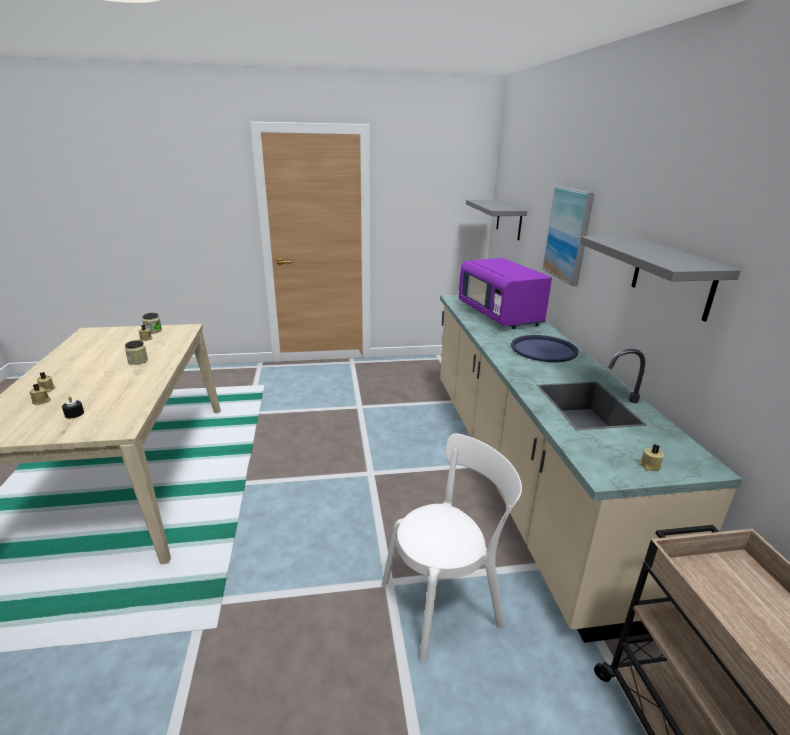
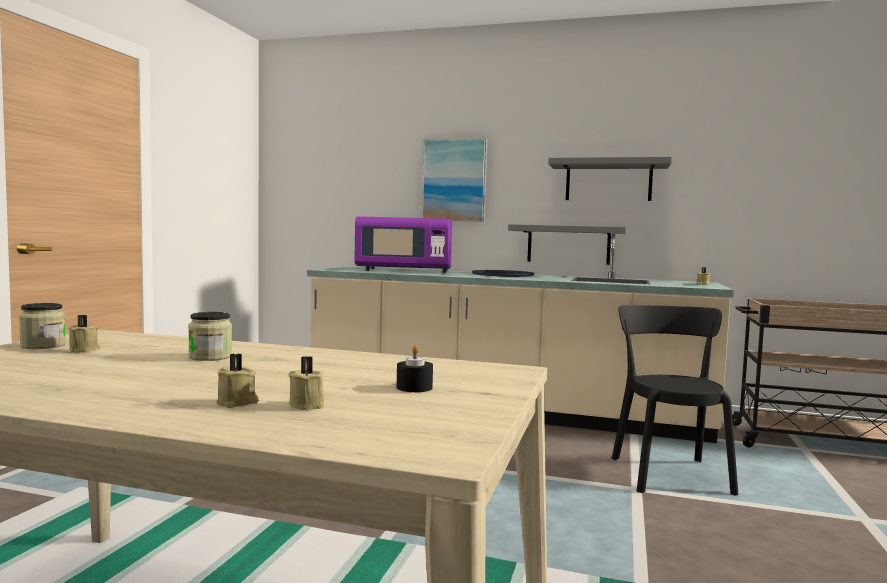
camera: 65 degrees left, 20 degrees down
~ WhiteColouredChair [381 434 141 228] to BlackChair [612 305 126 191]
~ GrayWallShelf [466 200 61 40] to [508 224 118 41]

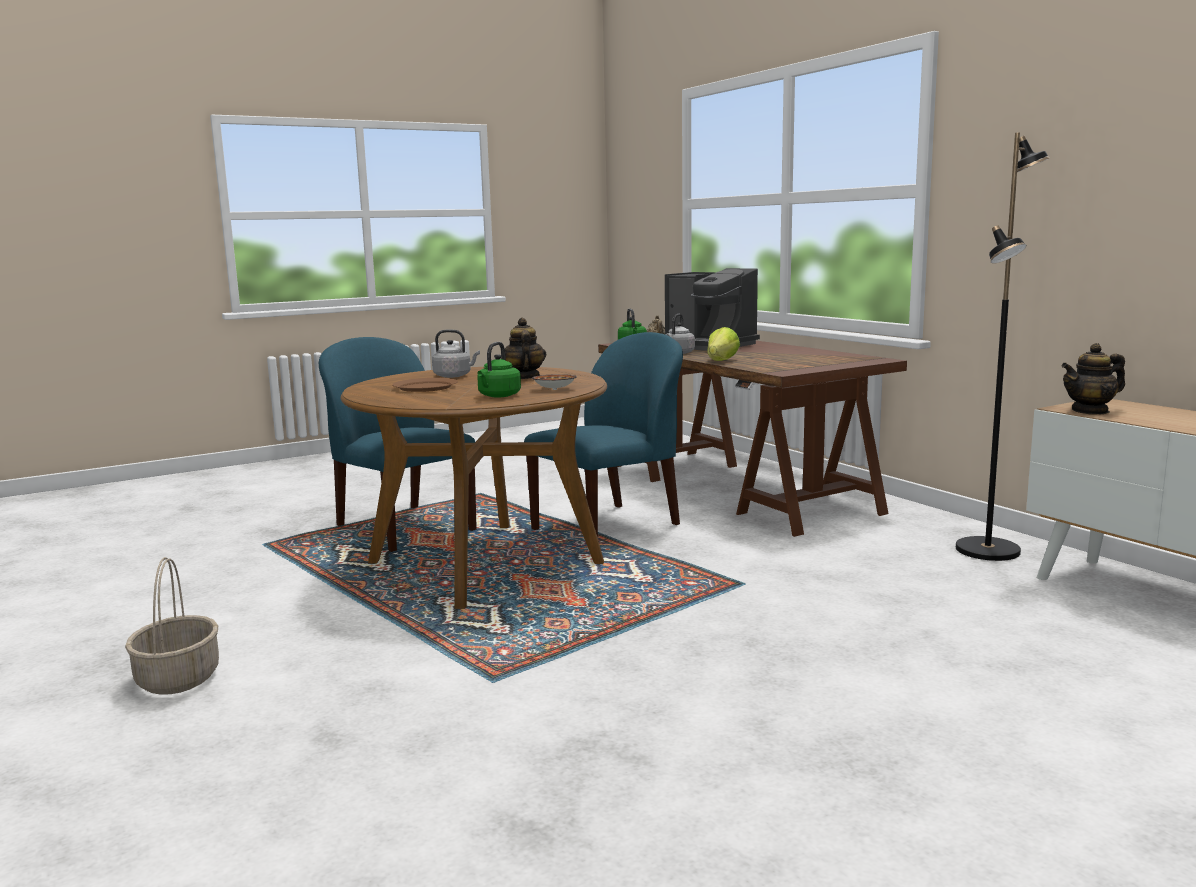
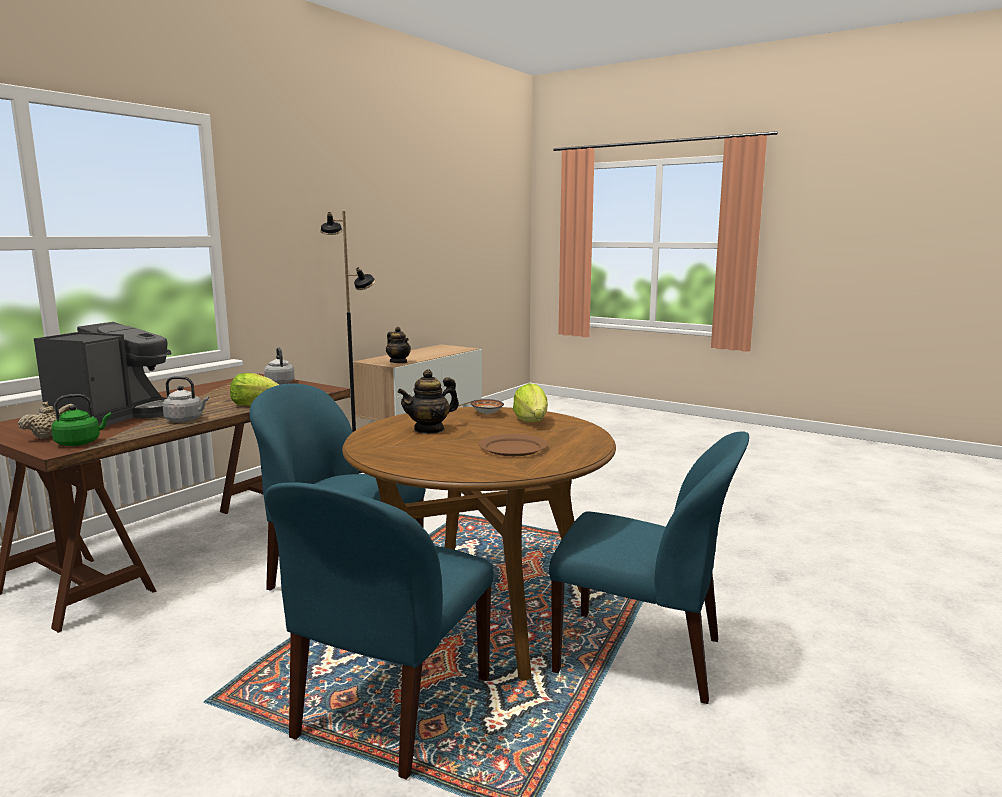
camera: 115 degrees left, 0 degrees up
- StorageBasket [125 557 94 138]
~ GrayTeaKettle [432 330 48 48] to [264 347 31 38]
~ GreenColouredTeaKettle [477 342 44 56] to HeadOfLettuce [513 383 35 39]
+ BlueColouredChair [549 431 200 273]

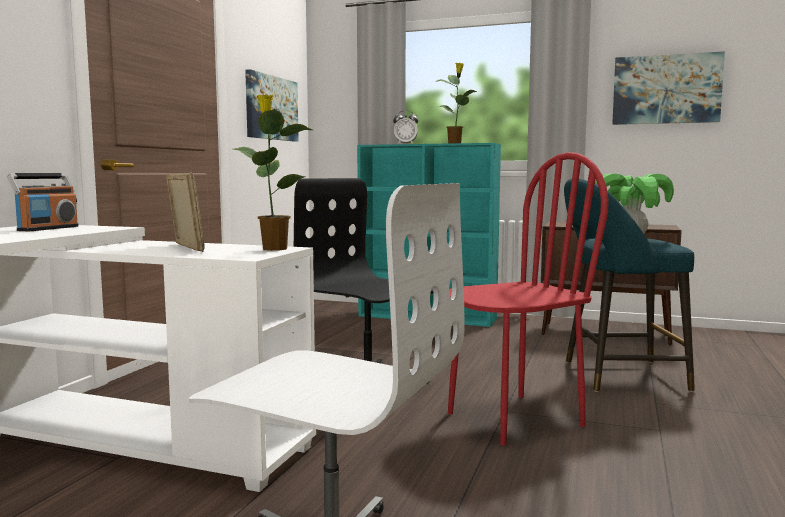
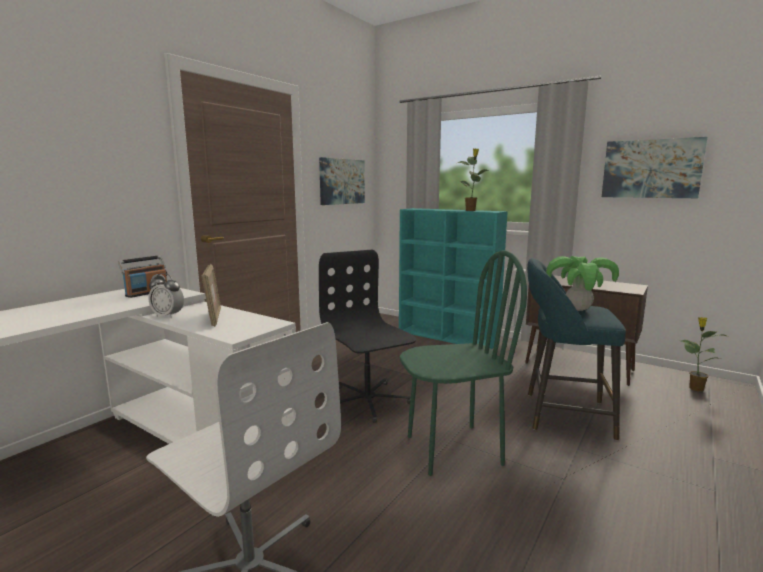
camera: 15 degrees right, 5 degrees up
~ PlantInAPot [233 94 80 157] to [681 317 47 75]
~ TableClock [393 110 26 34] to [148 273 36 45]
~ RedChair [448 152 161 294] to GreenColouredChair [400 250 127 226]

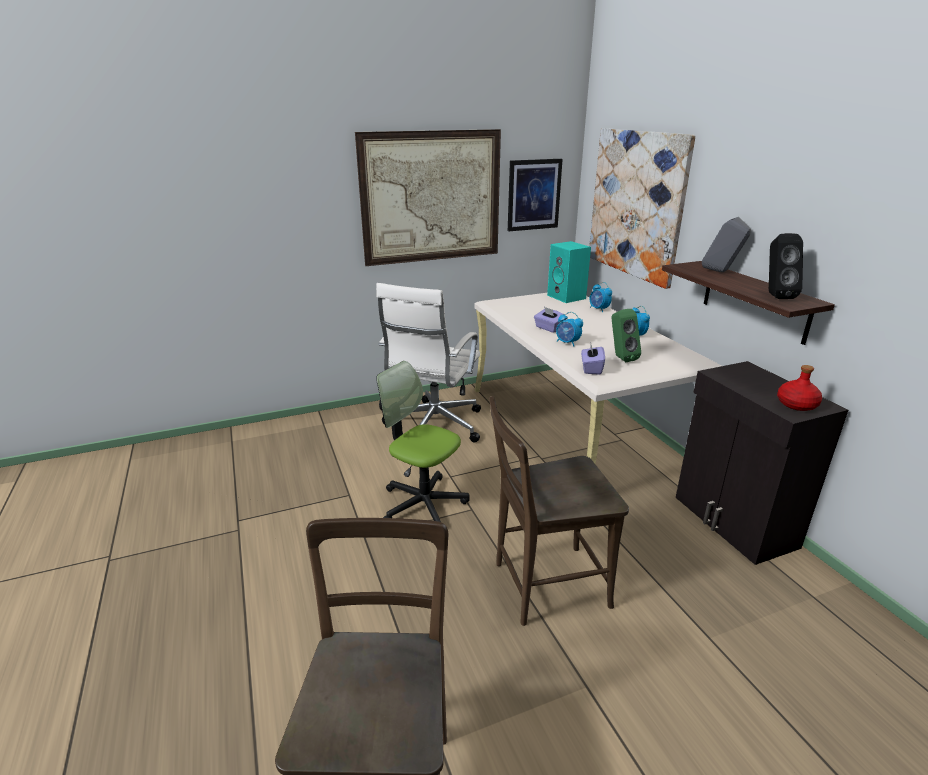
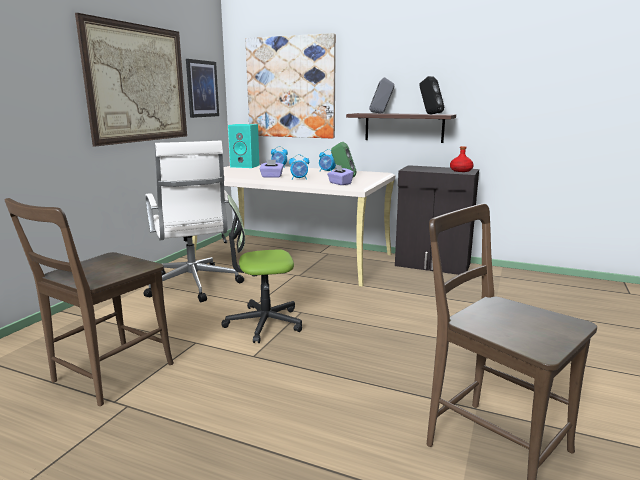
camera: 45 degrees left, 10 degrees down
~ BrownChair [489 396 140 230] to [5 198 169 208]

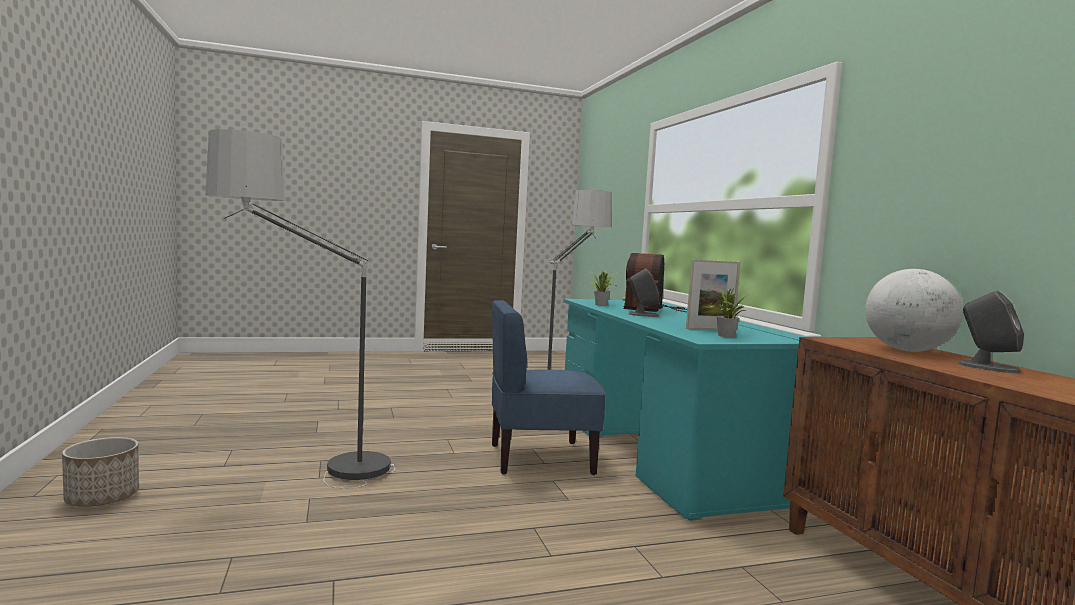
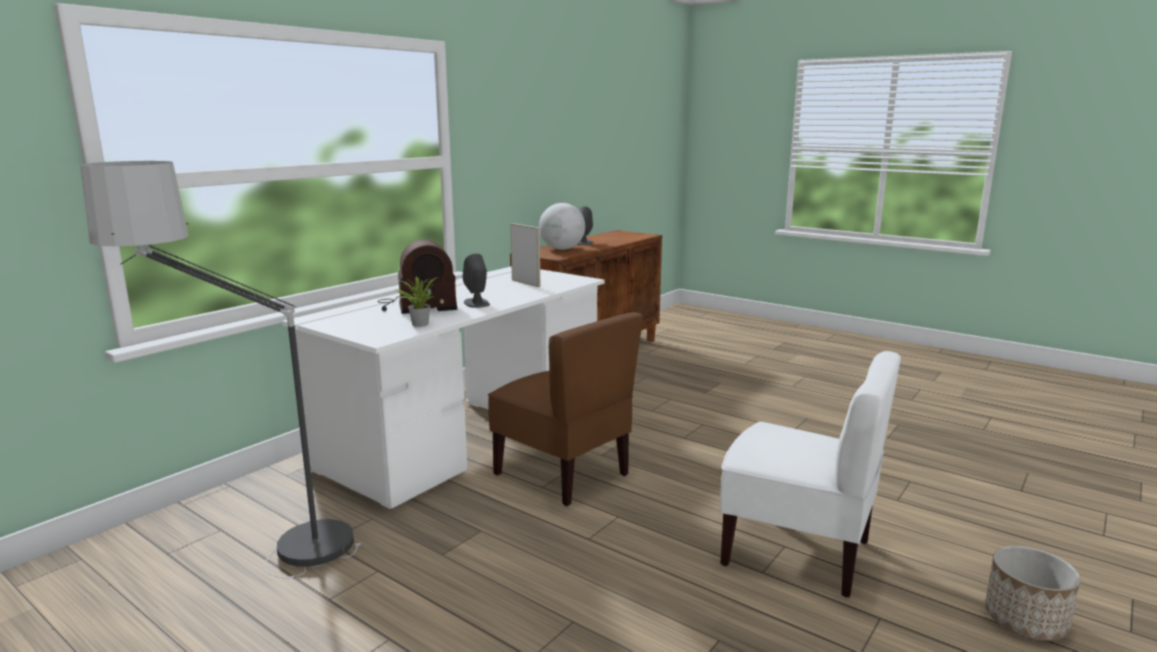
camera: 125 degrees left, 10 degrees up
~ StandardLamp [205 129 190 360] to WhiteColouredChair [720 351 181 247]
~ BlueColouredChair [492 300 114 175] to BrownChair [488 312 155 194]
~ TurquoiseDeskUnit [563 299 242 222] to WhiteColouredDeskUnit [282 266 322 243]
- PlantInAPot [707 287 41 51]

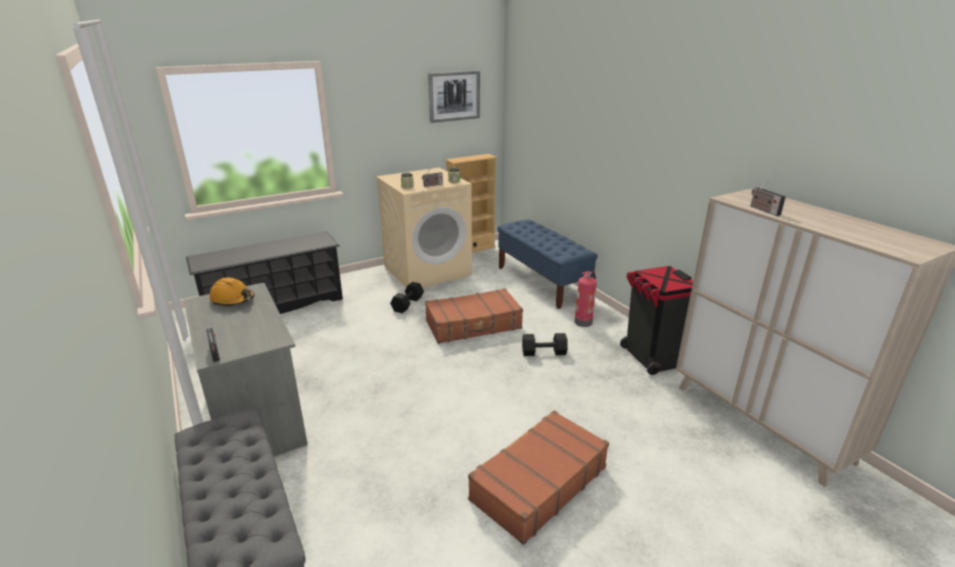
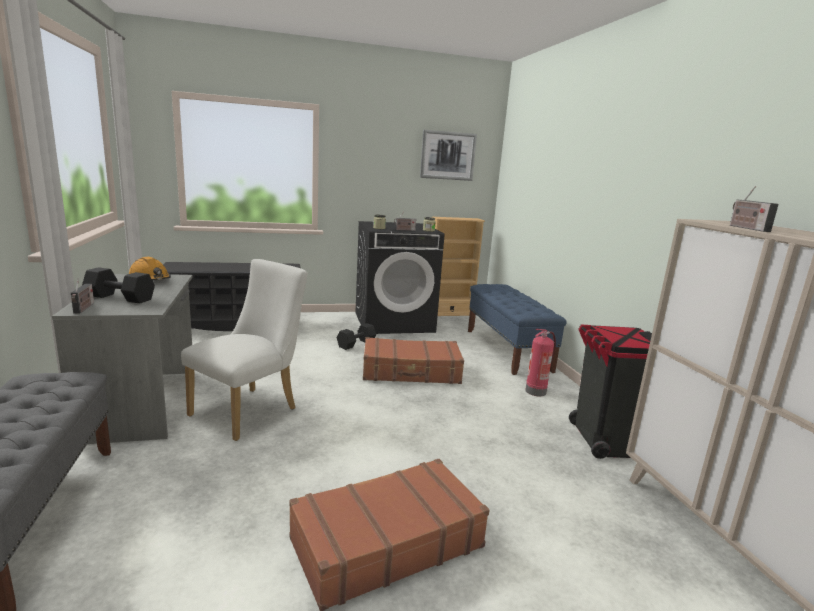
camera: 15 degrees right, 10 degrees down
~ BeigeColouredLaundryMachine [376 167 96 121] to BlackLaundryMachine [355 221 90 113]
~ BlackDumbbell [522 333 46 23] to [82 267 73 36]
+ WhiteColouredChair [181 259 126 182]

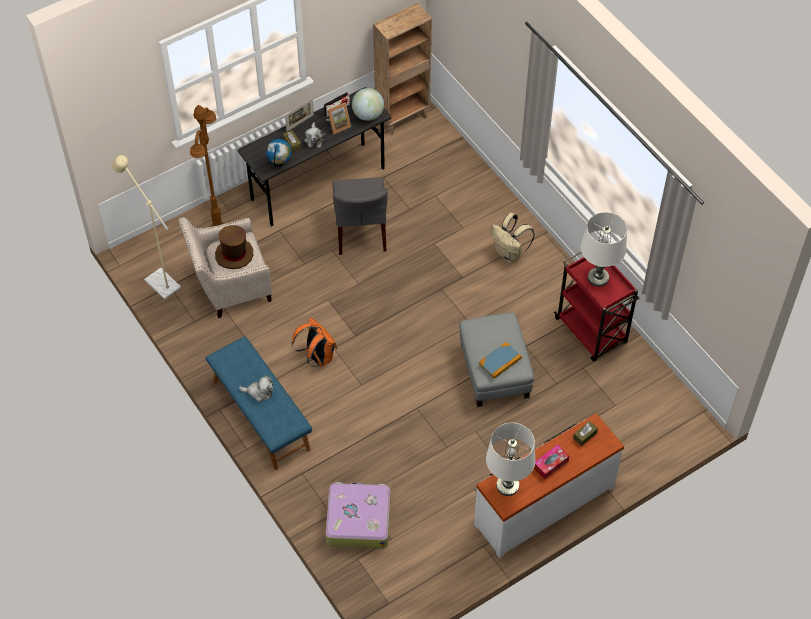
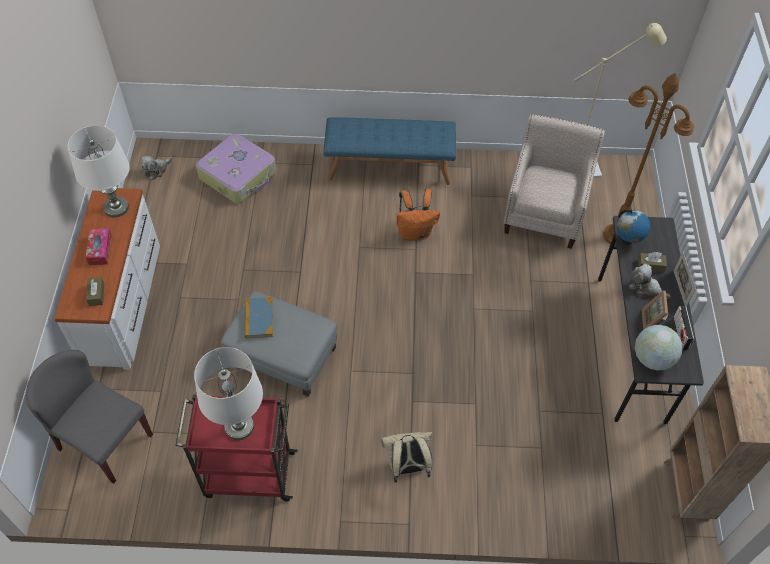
camera: 125 degrees right, 0 degrees up
- BrownClothingHat [215 225 38 44]
~ PlushToy [239 376 34 26] to [141 156 32 24]
~ GrayChair [332 177 56 78] to [26 350 127 134]

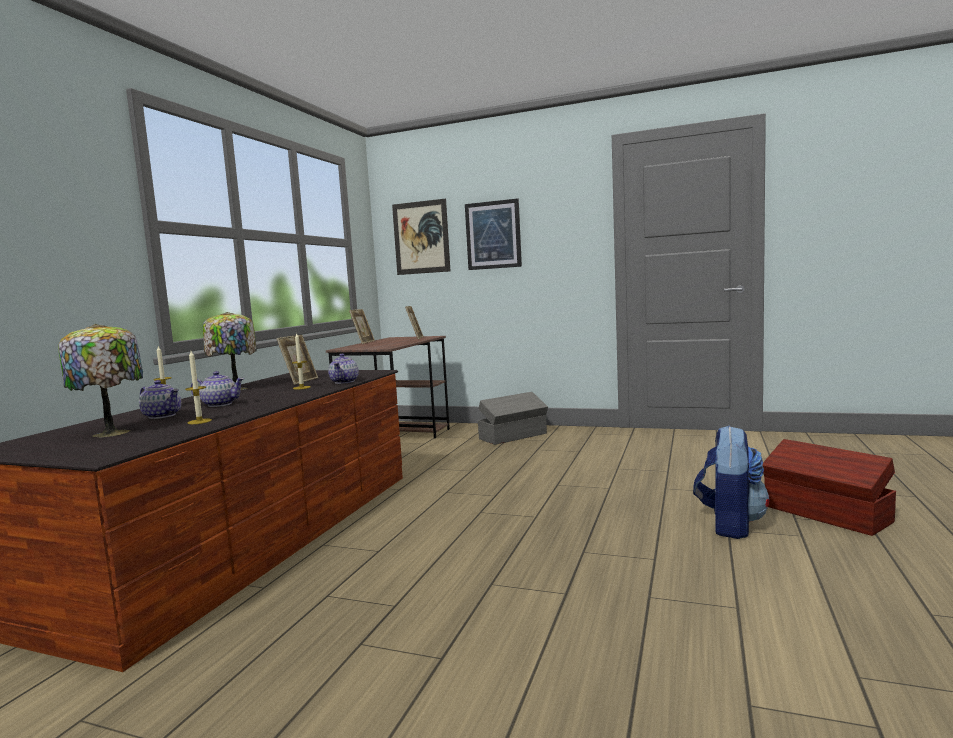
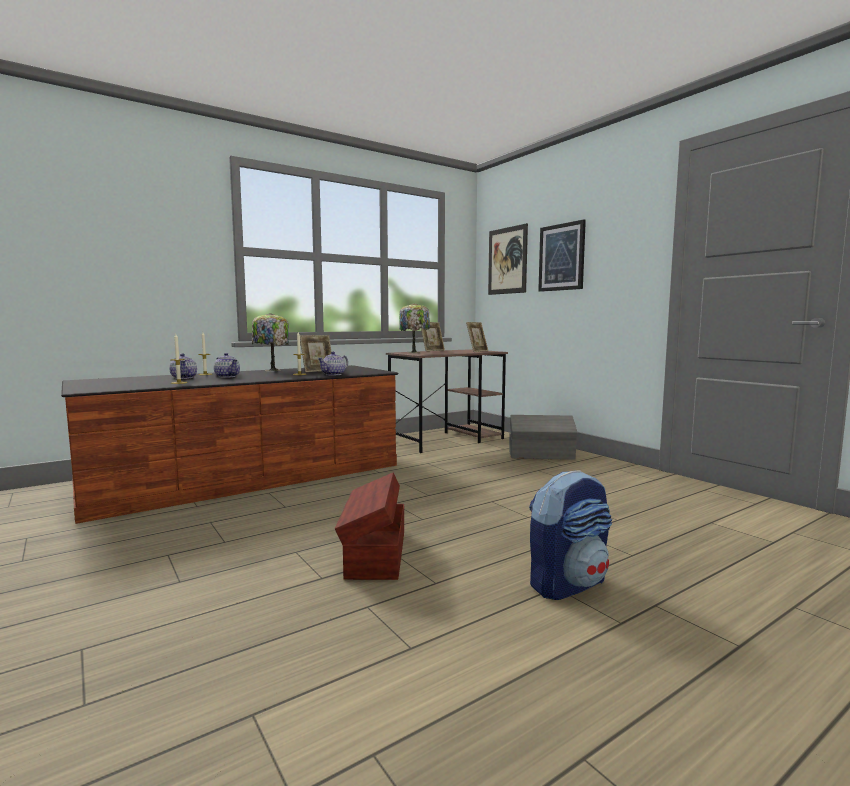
camera: 35 degrees right, 0 degrees up
~ LampForATable [58 324 85 113] to [399 303 31 50]
~ BrownStorageContainer [763 439 133 97] to [335 473 69 107]

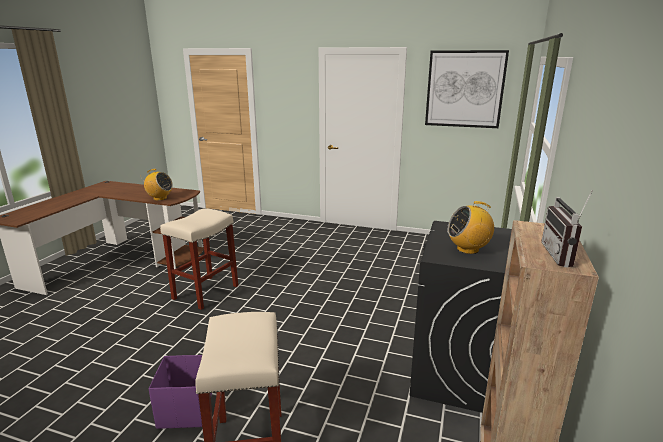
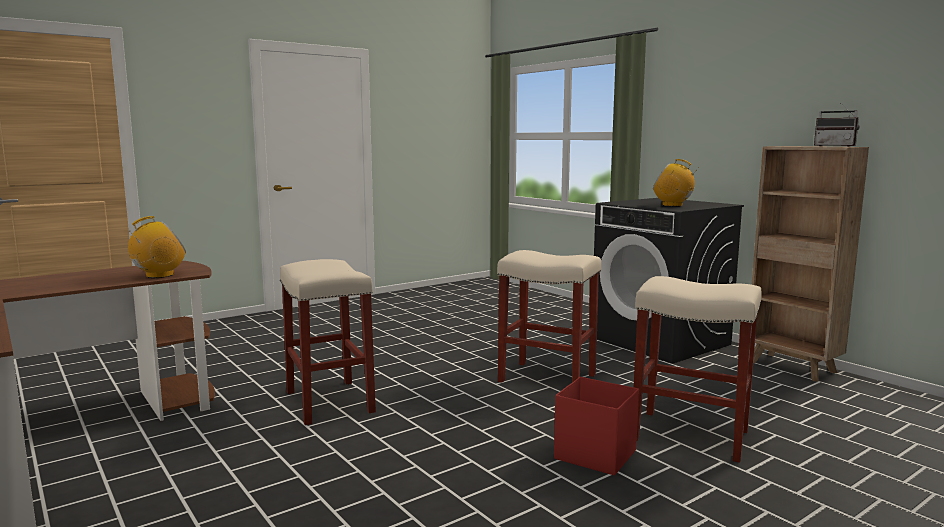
camera: 55 degrees left, 10 degrees down
~ PurpleColouredStorageContainer [148 355 64 74] to RedStorageContainer [554 377 85 99]
- WallPicture [425 50 84 78]
~ RadioReceiver [447 201 47 53] = [653 159 45 48] 90 degrees clockwise
+ BeigeColouredStool [497 250 104 133]

